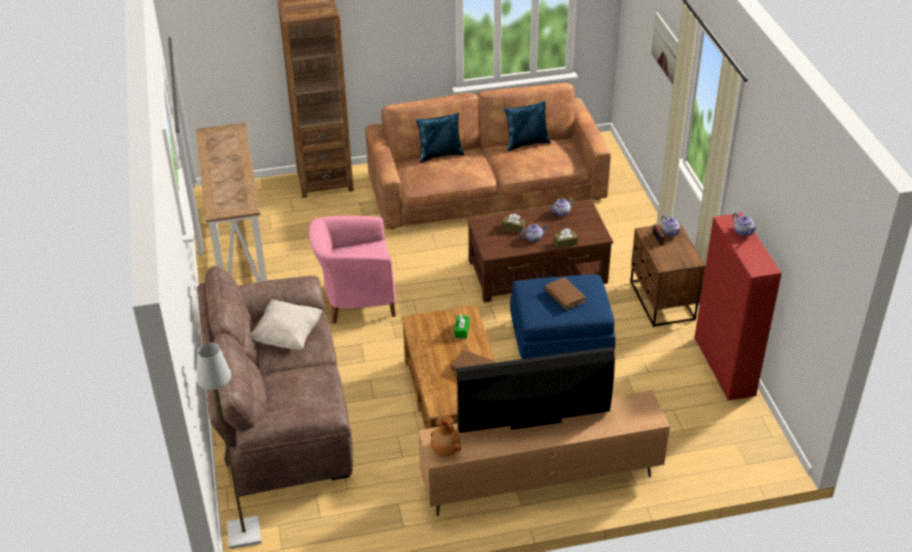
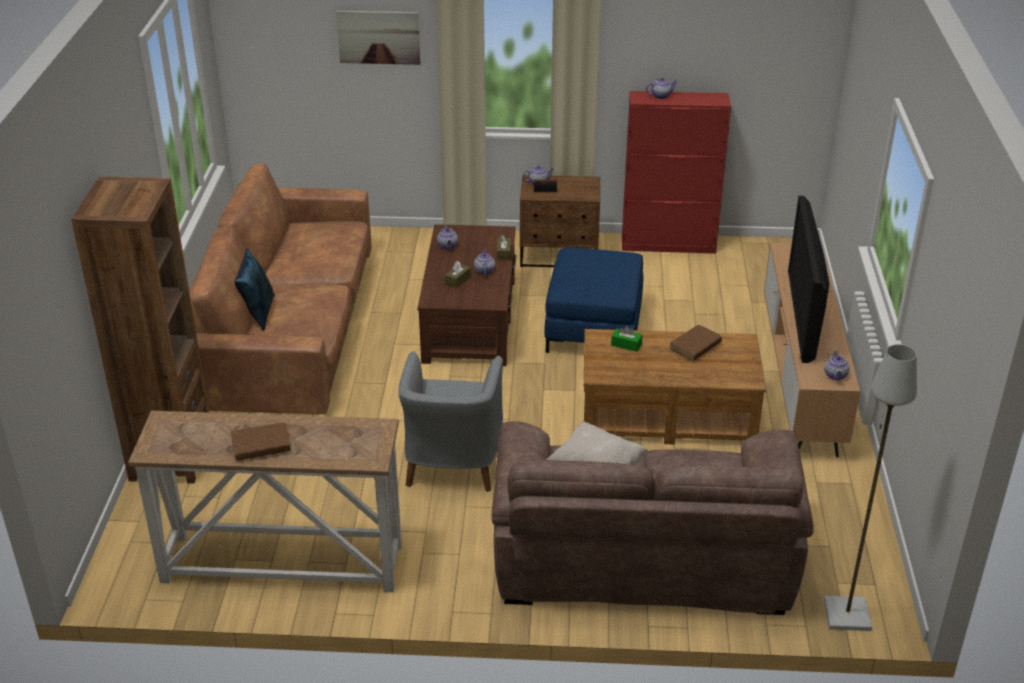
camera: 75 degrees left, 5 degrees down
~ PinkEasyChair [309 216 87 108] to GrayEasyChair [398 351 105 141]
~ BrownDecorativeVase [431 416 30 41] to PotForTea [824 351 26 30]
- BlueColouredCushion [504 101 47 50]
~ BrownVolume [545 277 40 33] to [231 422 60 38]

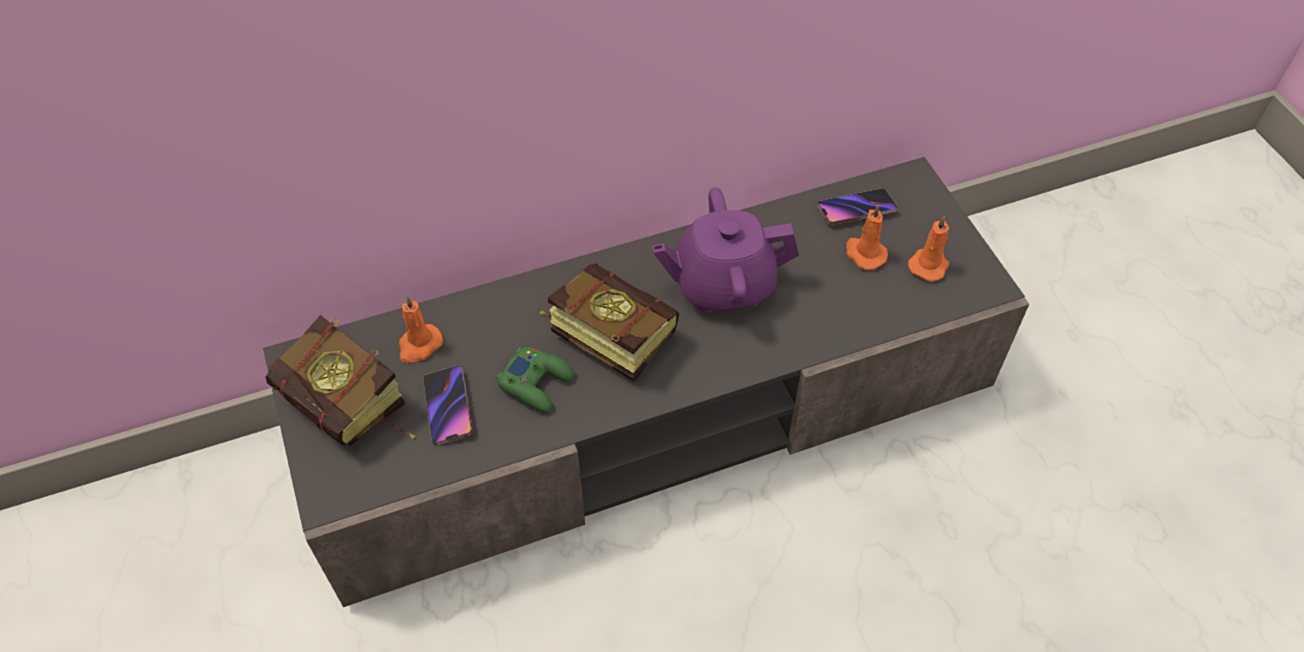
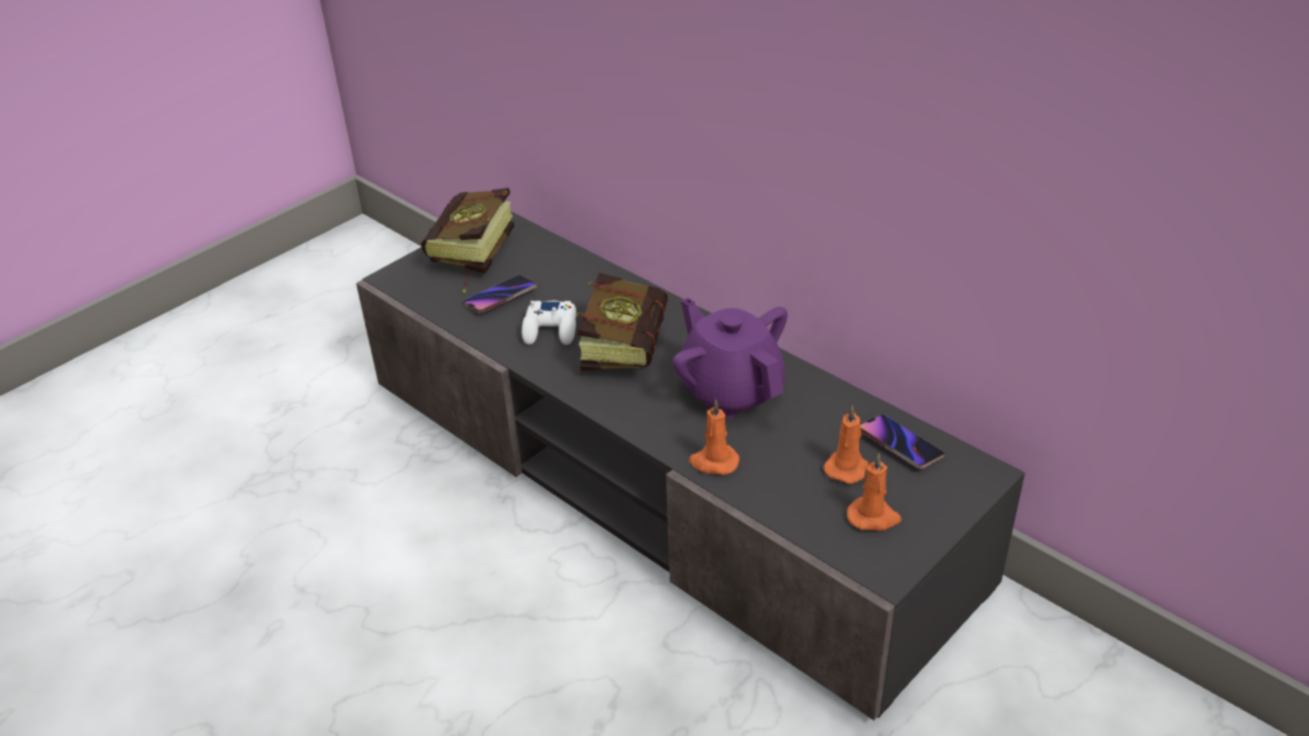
camera: 65 degrees right, 15 degrees down
~ OrangeColouredWaxLight [399 296 44 67] to [689 399 51 76]
~ GreenColouredJoypad [497 346 78 67] to WhiteColouredJoypad [522 301 54 44]

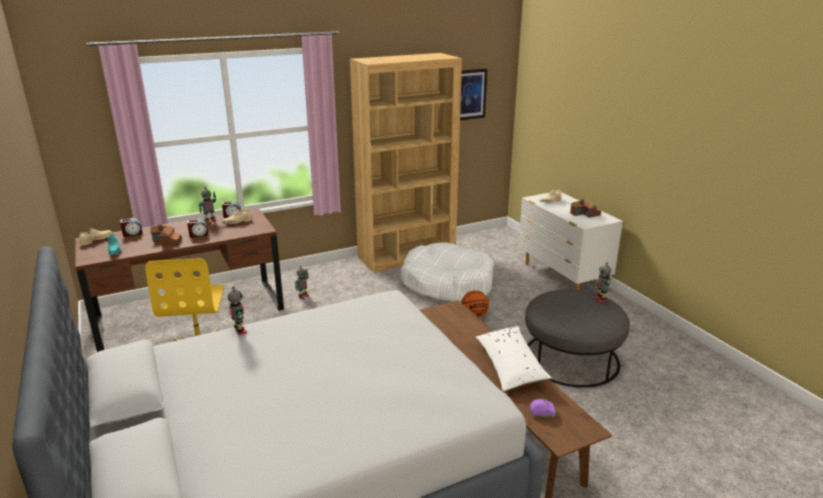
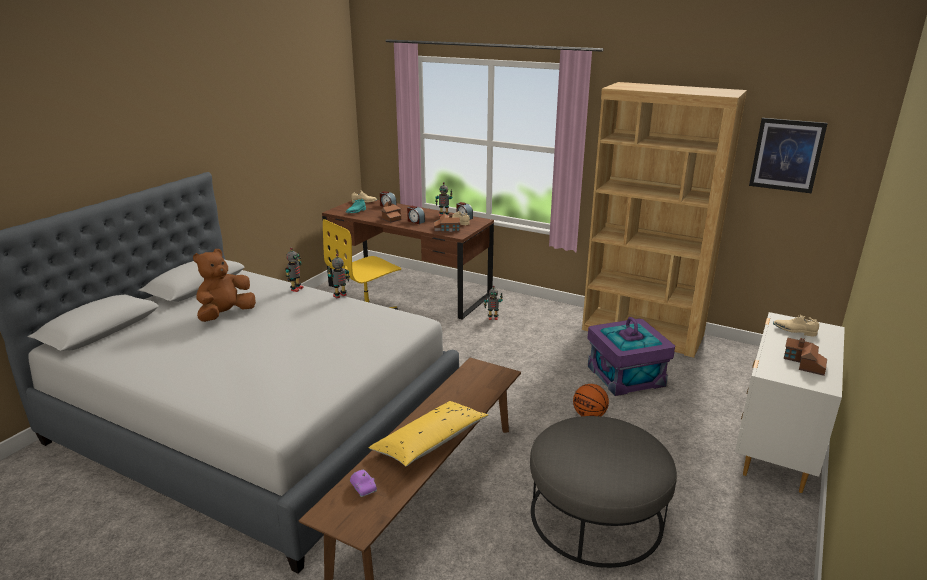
camera: 55 degrees right, 0 degrees up
~ WhiteColouredDogBed [401 242 93 60] to PurpleColouredStorageContainer [587 317 88 79]
~ WhiteColouredCushion [476 326 76 65] to YellowCushion [368 401 120 65]
~ RobotFigure [595 262 16 40] to [327 254 23 44]
+ BrownPlushToy [193 249 63 73]
+ ToyHouse [434 213 26 20]

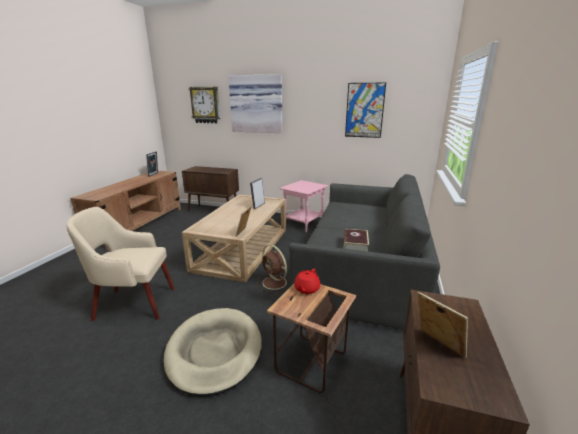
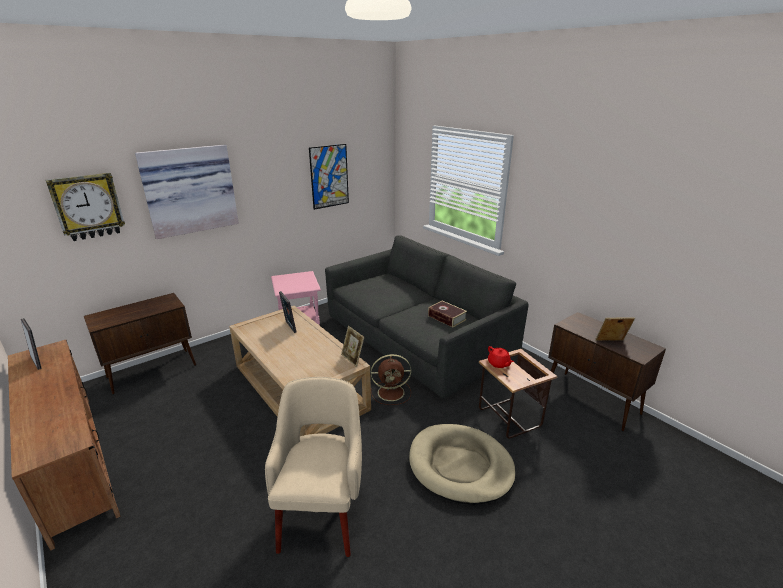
camera: 55 degrees left, 5 degrees up
~ BeigeColouredEasyChair [66 207 109 114] = [265 377 97 180] 150 degrees clockwise

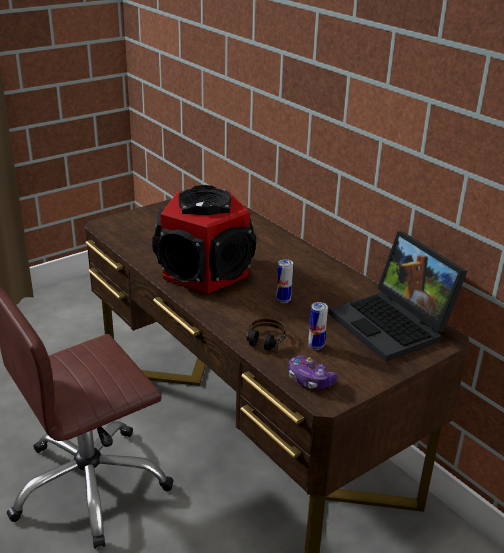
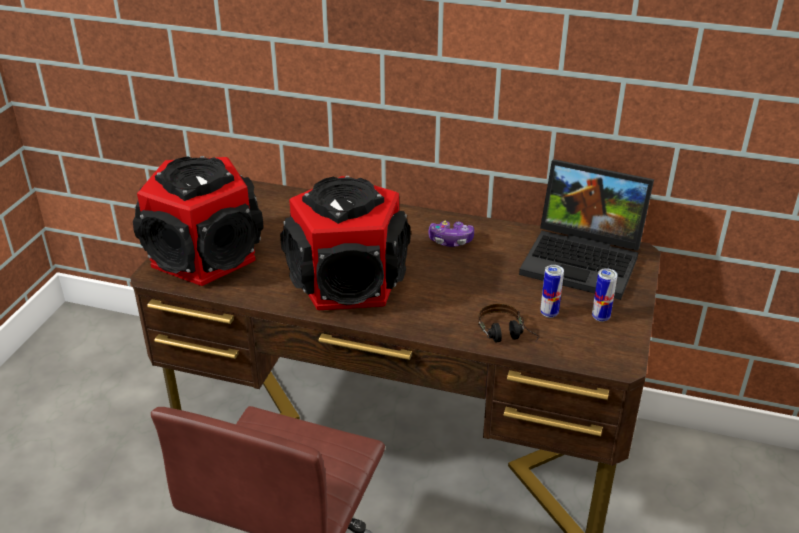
camera: 35 degrees left, 5 degrees up
~ MetalCan [276 259 17 44] to [592 268 26 54]
~ Joypad [288 356 49 33] to [428 221 46 26]
+ Speaker [133 156 131 130]

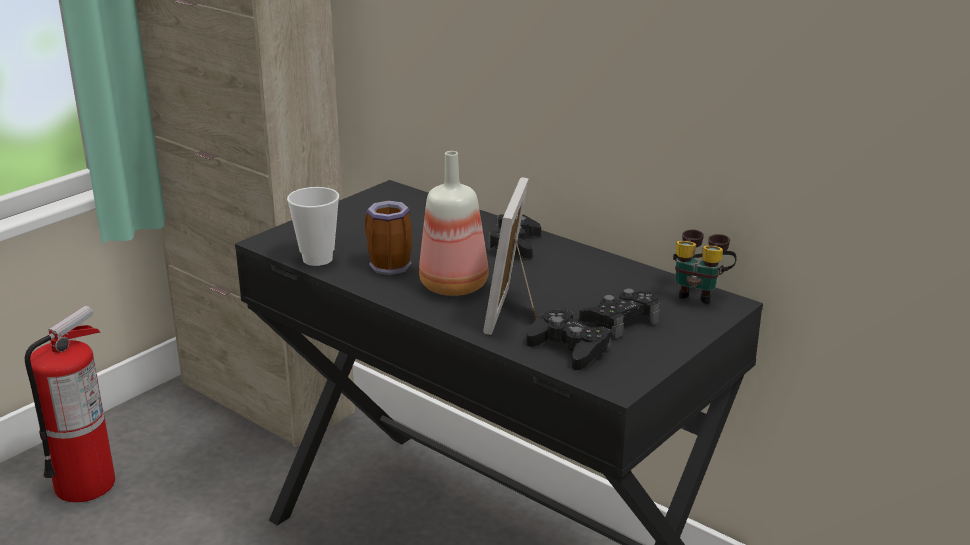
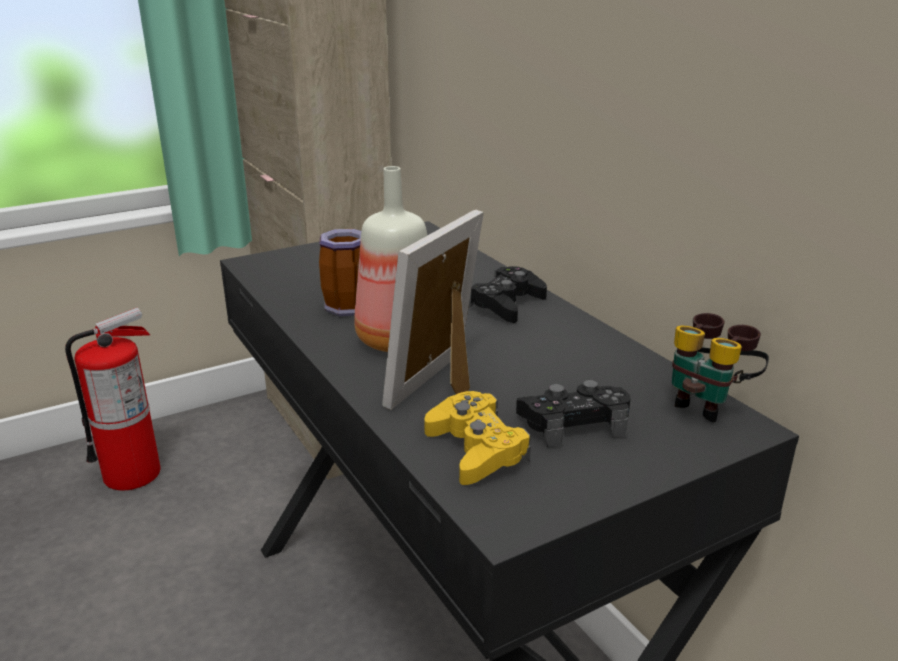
camera: 20 degrees right, 0 degrees up
- Cup [287 187 52 79]
~ BlackJoypad [526 310 85 60] to YellowJoypad [424 391 107 94]

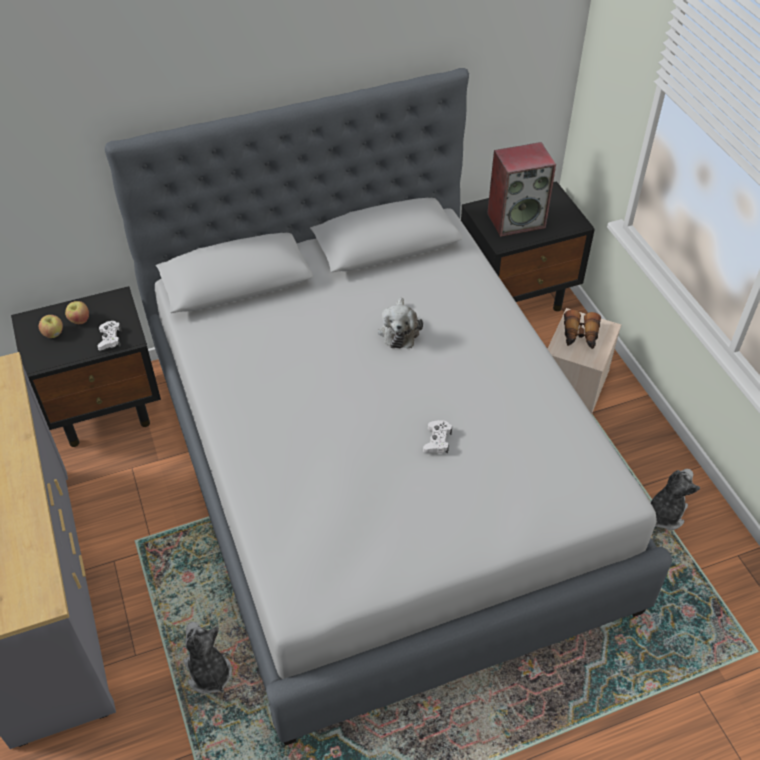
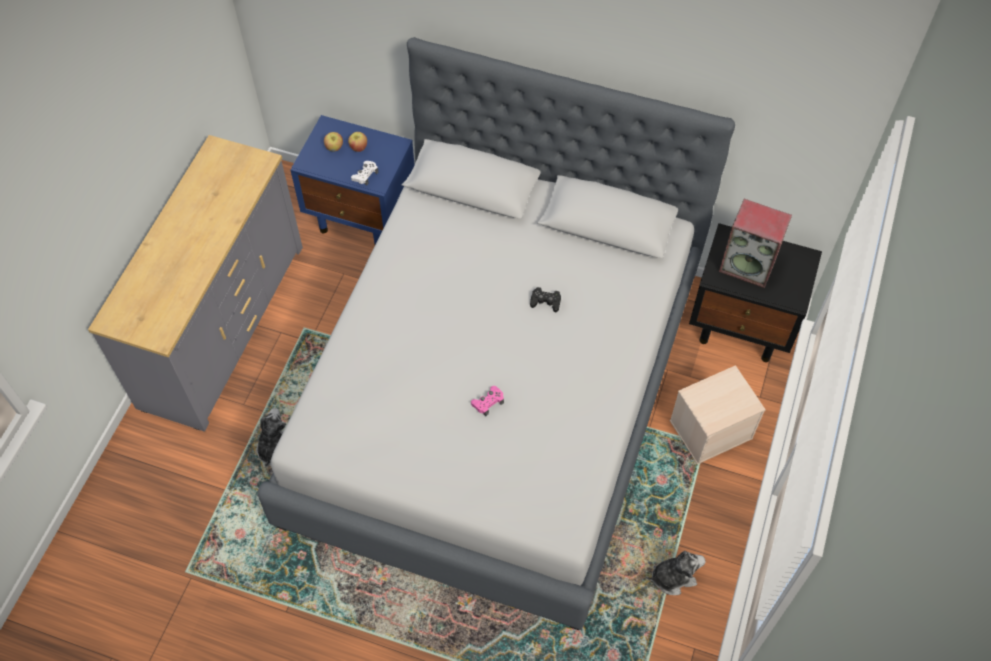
camera: 40 degrees right, 10 degrees up
~ BlackNightTable [11 286 150 161] to BlueColouredNightTable [291 115 124 130]
~ PlushToy [378 297 45 51] to BlackJoypad [530 287 31 26]
~ WhiteColouredJoypad [423 420 29 34] to PinkJoypad [471 386 33 30]
- FieldGlasses [564 310 37 39]

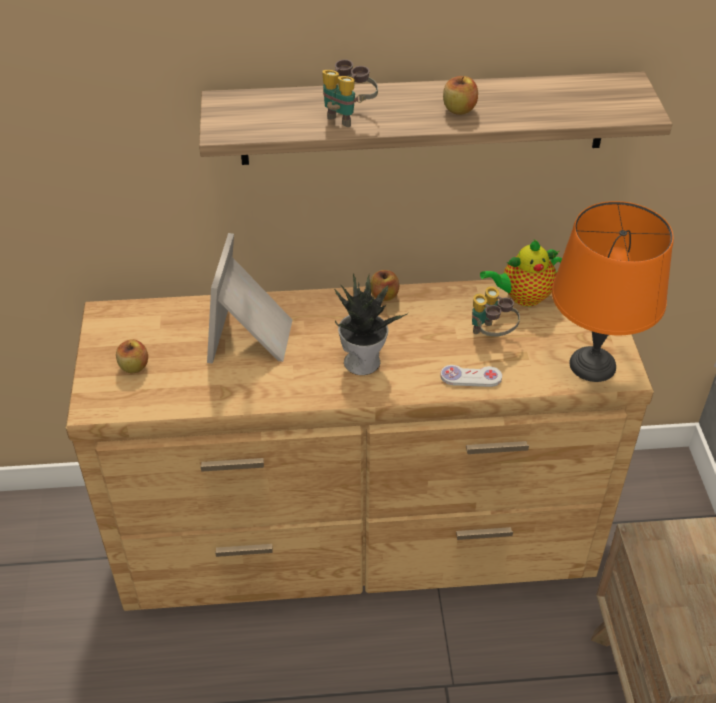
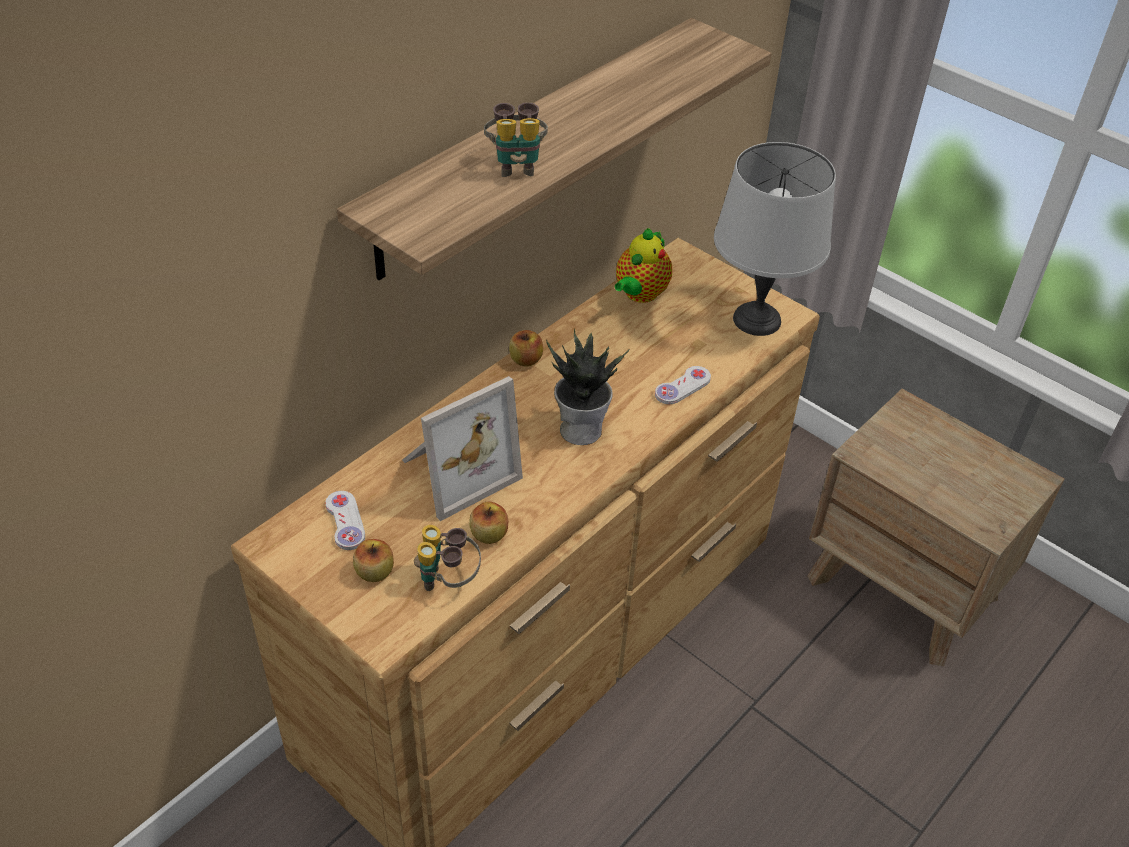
camera: 45 degrees left, 0 degrees up
~ PhotoFrame [207 233 85 131] = [402 376 121 145] 90 degrees counterclockwise
~ WholeApple [443 76 35 39] to [469 501 39 43]
~ FieldGlasses [472 286 48 50] to [414 525 67 66]
~ OrangeColouredLampForATable [552 201 121 181] to GrayLampForATable [714 142 122 194]
+ WhiteColouredJoypad [325 491 40 59]

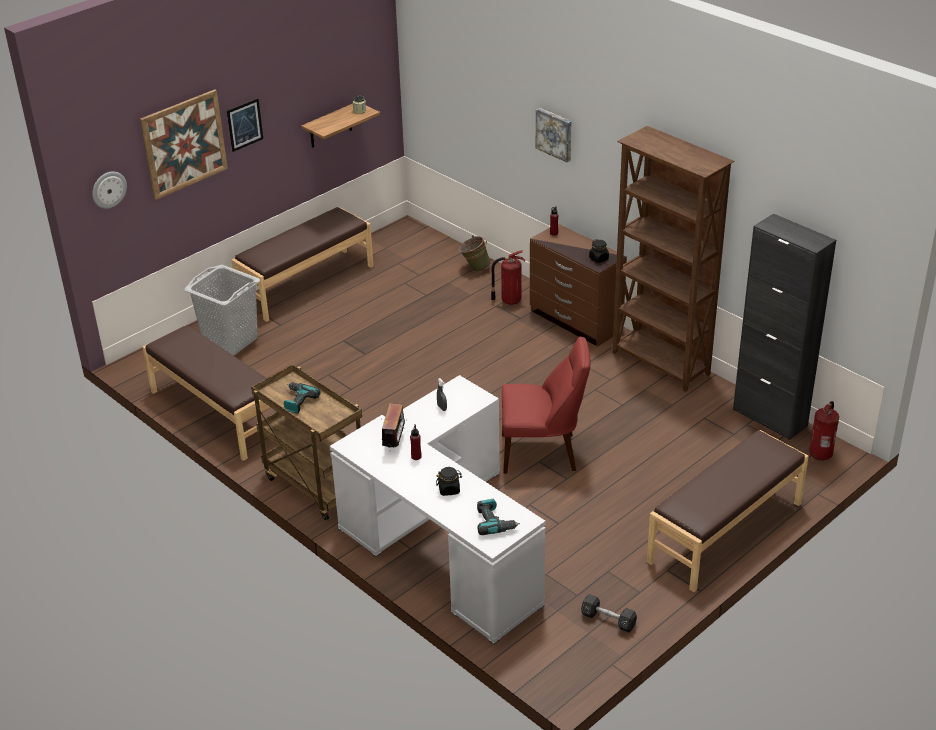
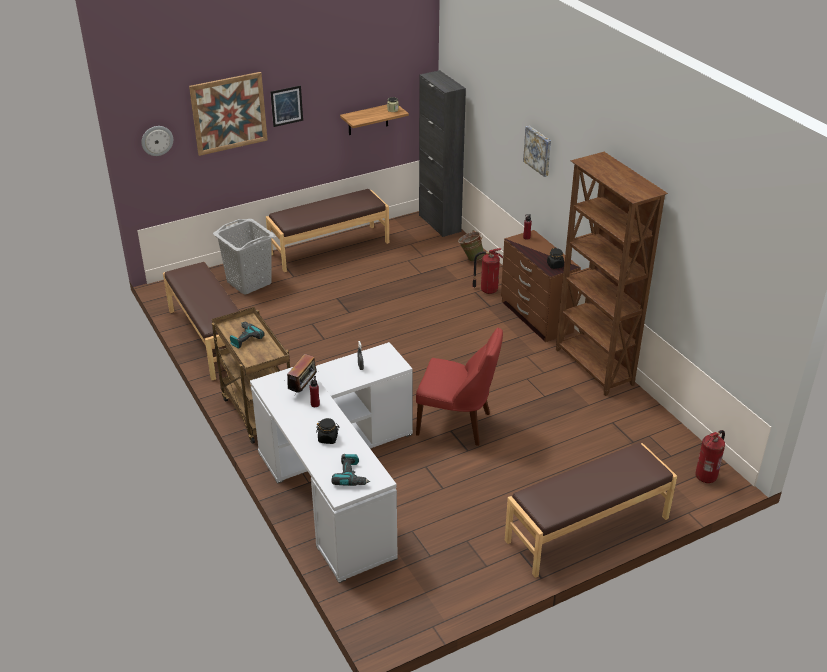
camera: 15 degrees right, 0 degrees up
- BlackDumbbell [581 594 56 39]
~ BlackStorageCabinet [733 214 103 226] to [419 70 47 167]

